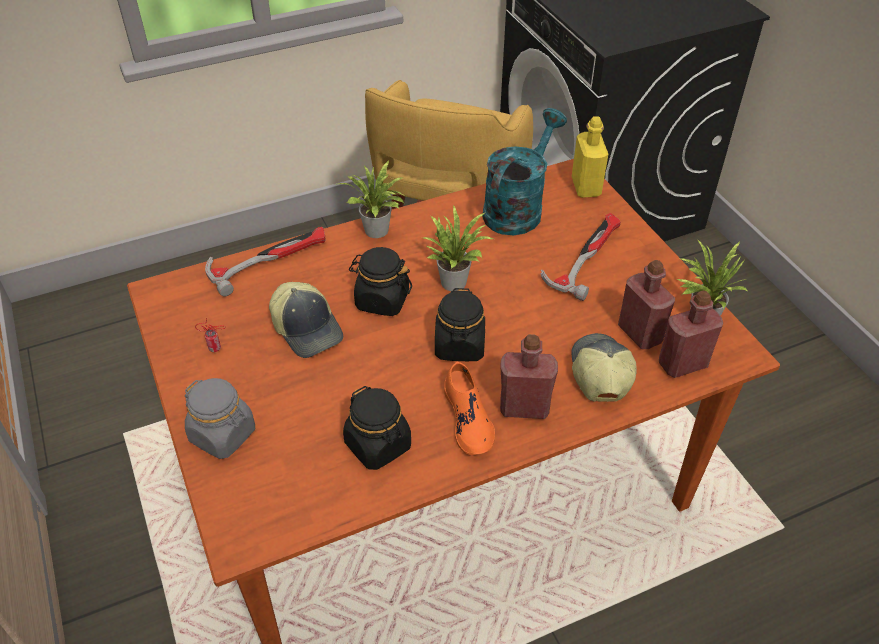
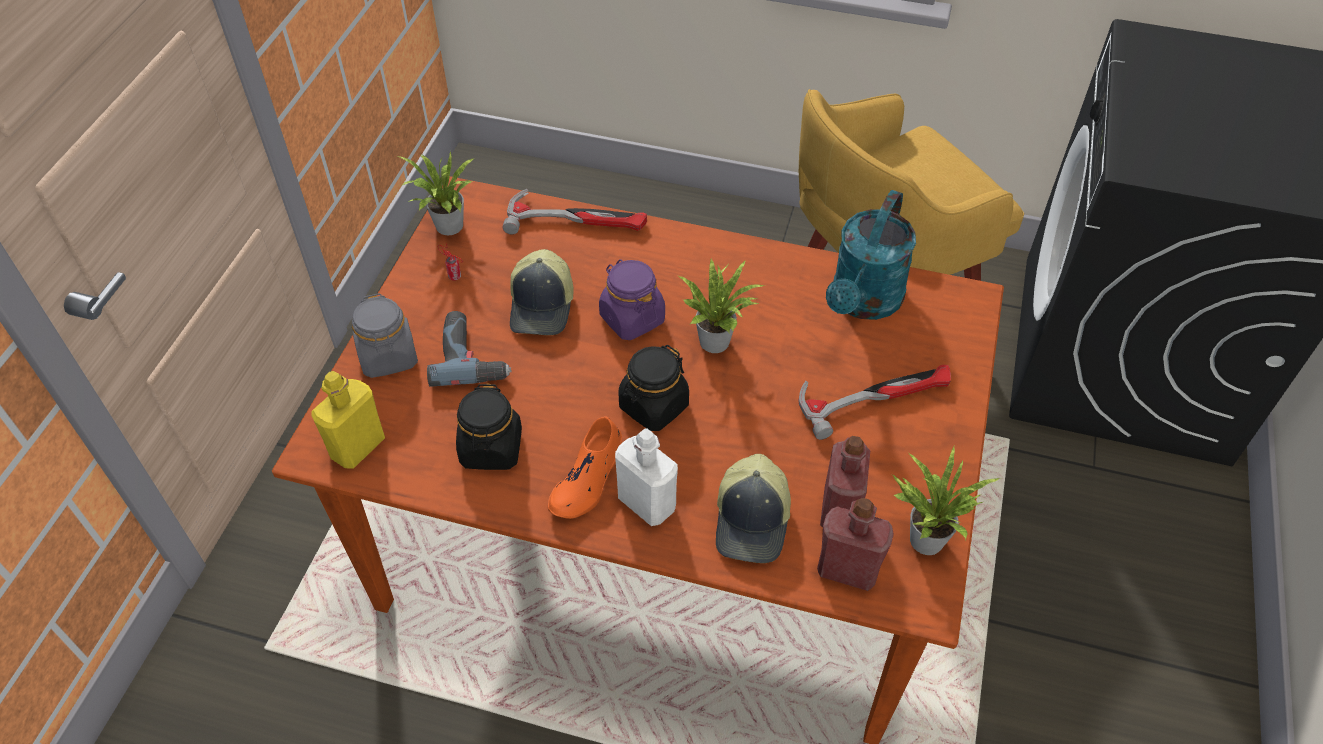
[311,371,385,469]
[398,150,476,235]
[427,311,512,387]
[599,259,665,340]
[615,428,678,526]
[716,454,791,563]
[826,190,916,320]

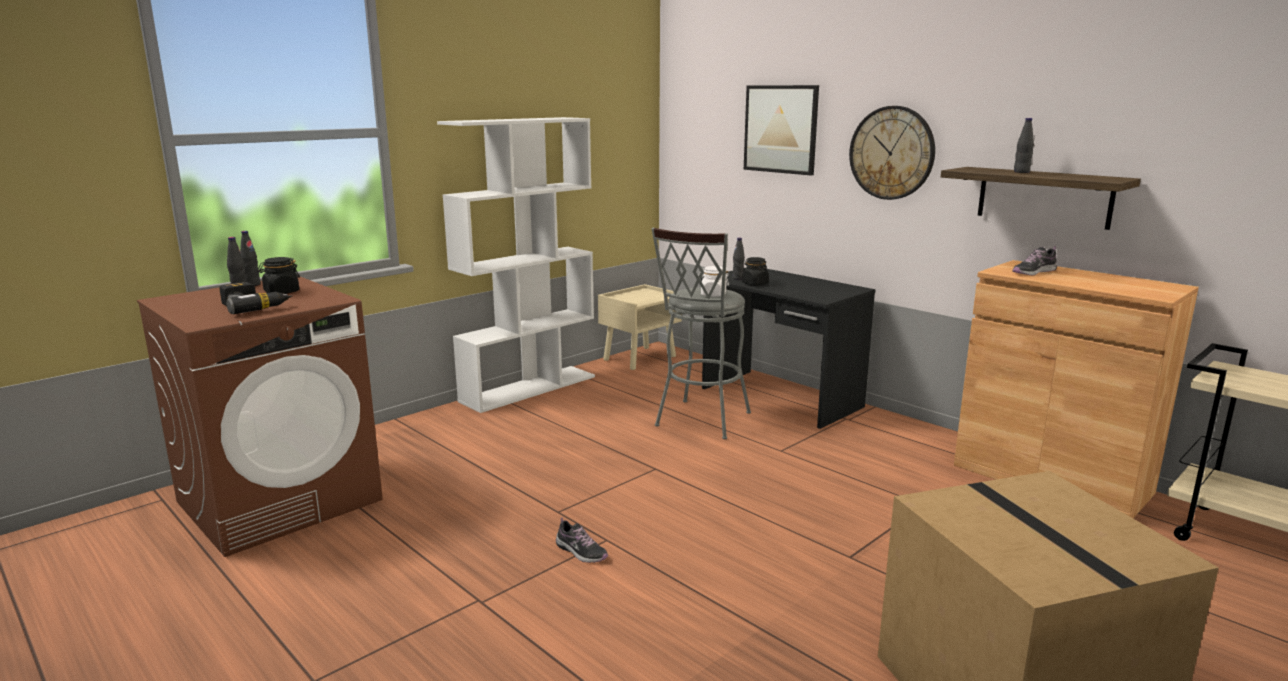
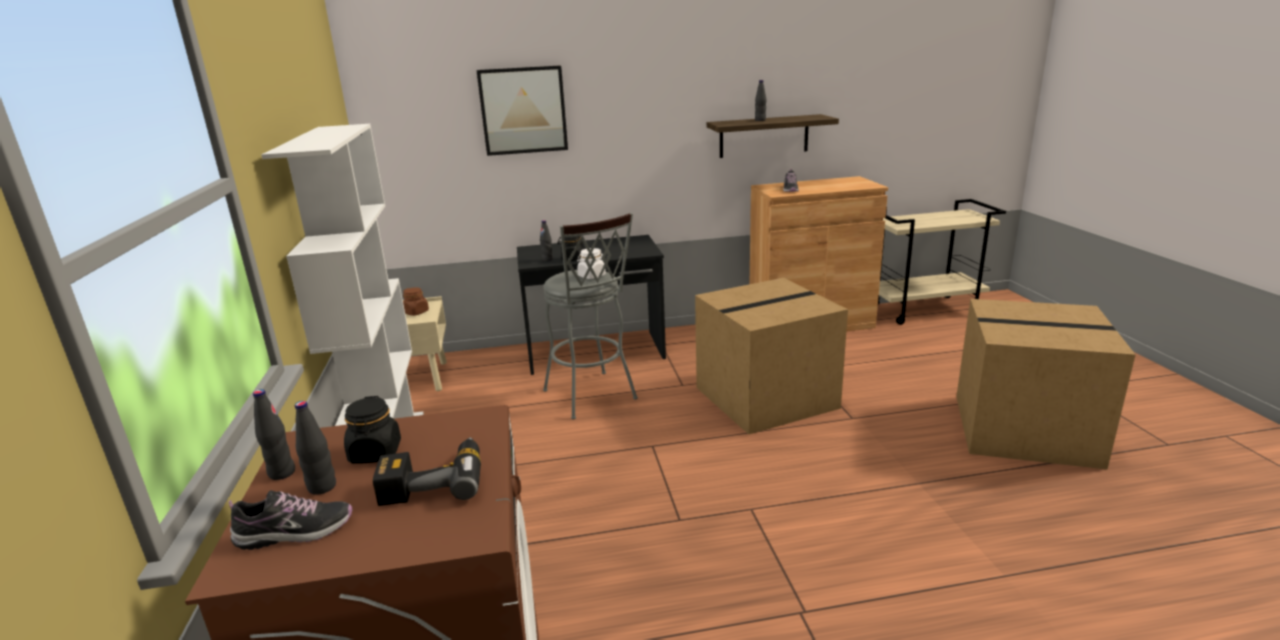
[228,490,352,550]
[403,287,429,316]
[695,278,848,434]
[849,106,935,200] (first image)

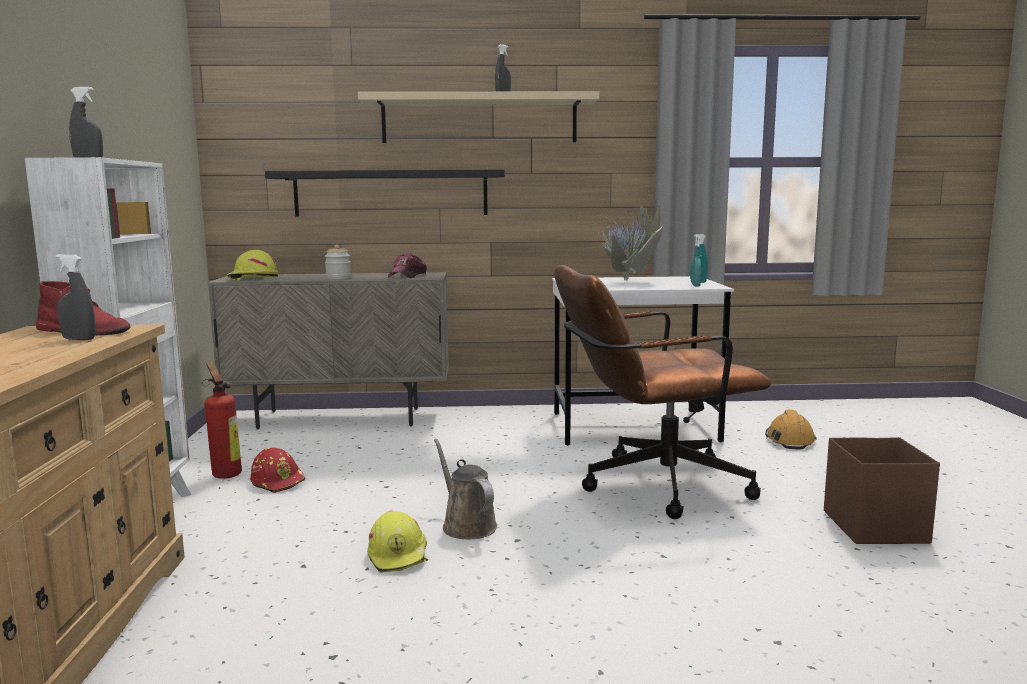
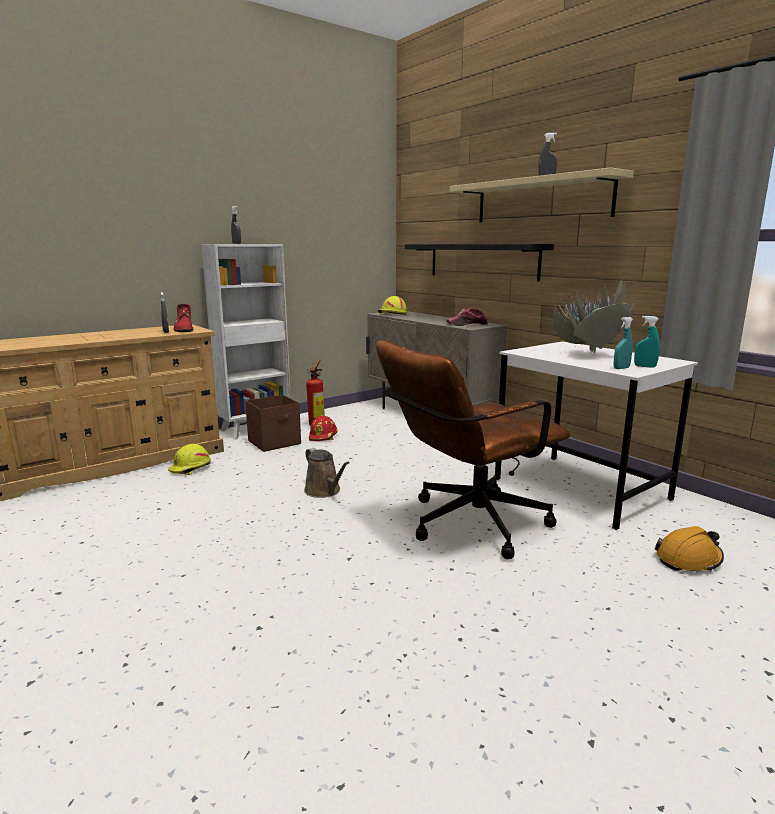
[168,444,211,475]
[245,395,301,452]
[304,448,349,498]
[376,340,570,560]
[325,244,351,279] (first image)

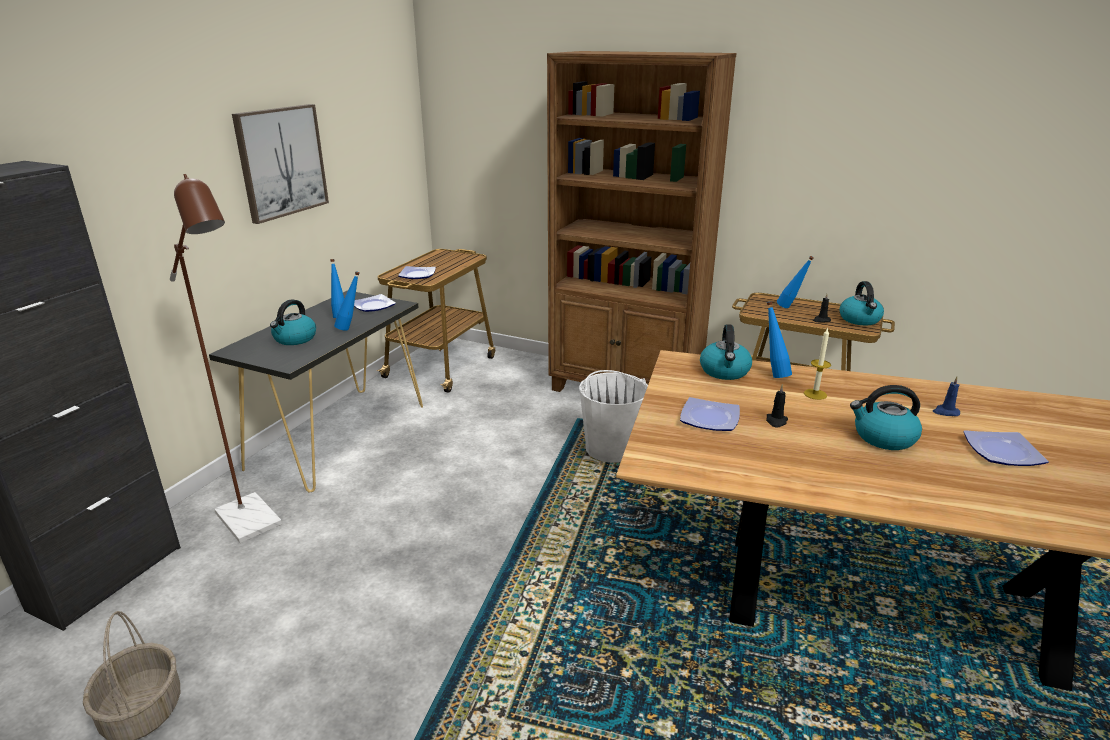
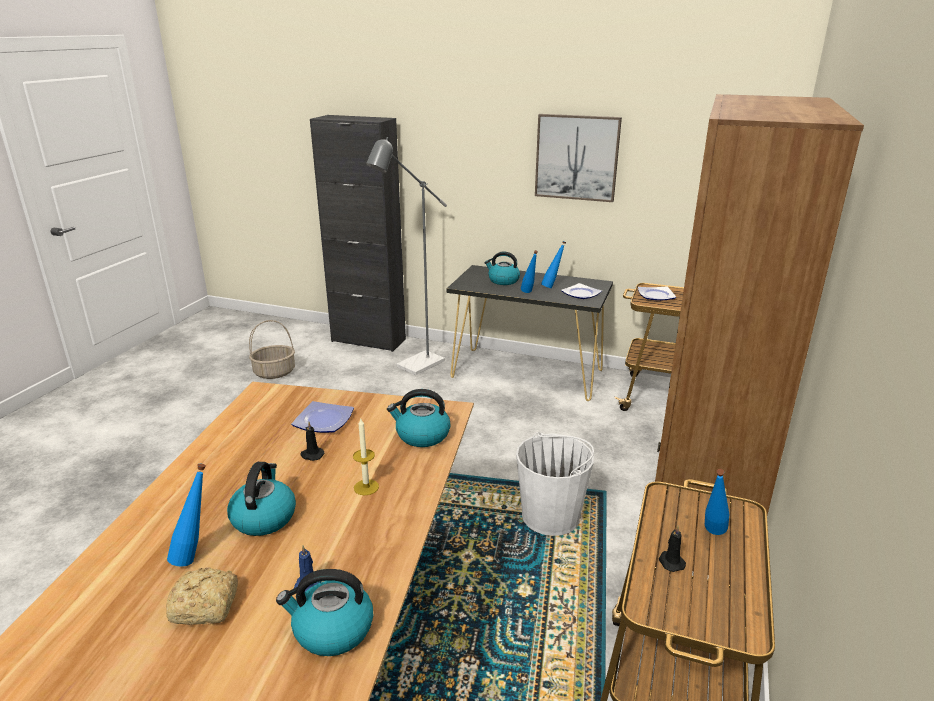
[166,567,238,625]
[167,464,206,567]
[276,569,373,656]
[366,137,447,375]

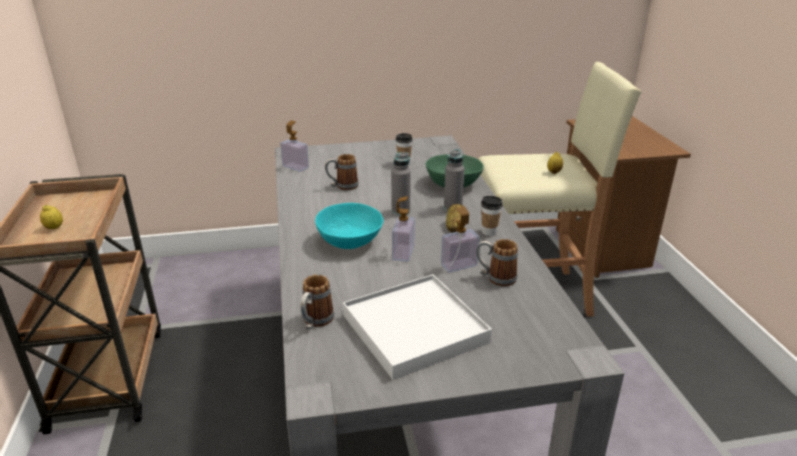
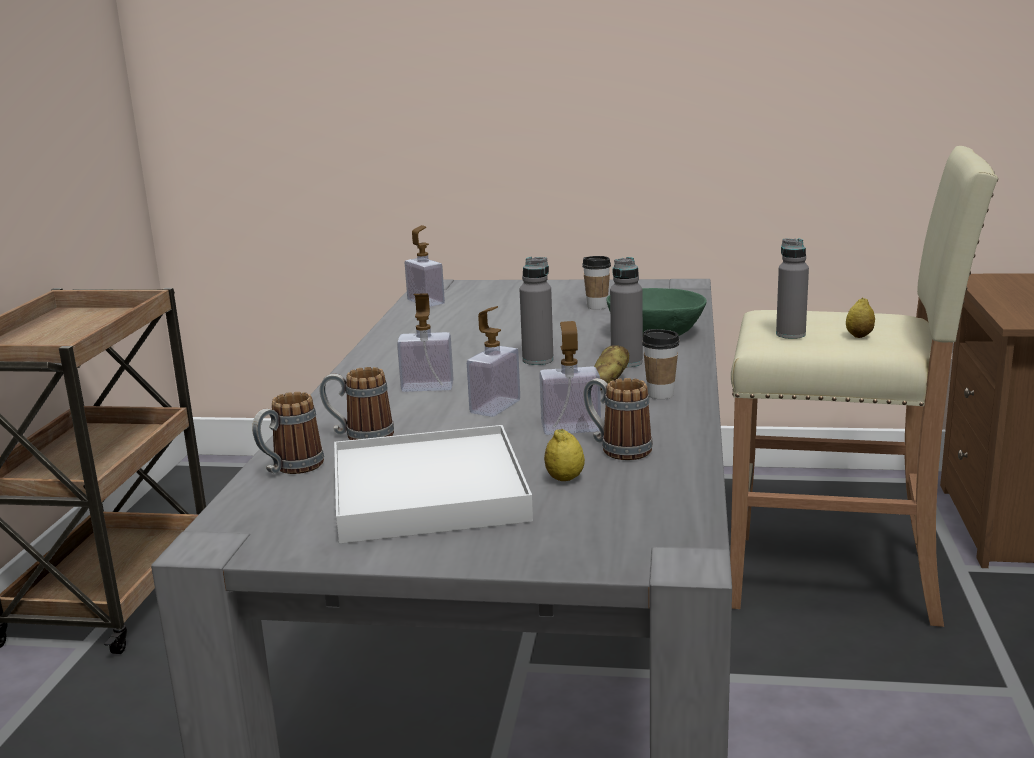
[320,367,394,440]
[397,293,454,392]
[544,429,585,481]
[776,239,809,339]

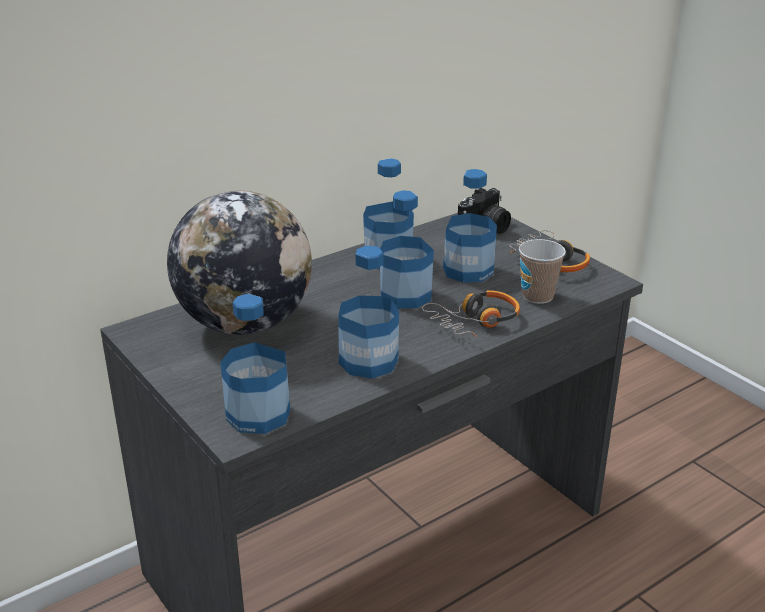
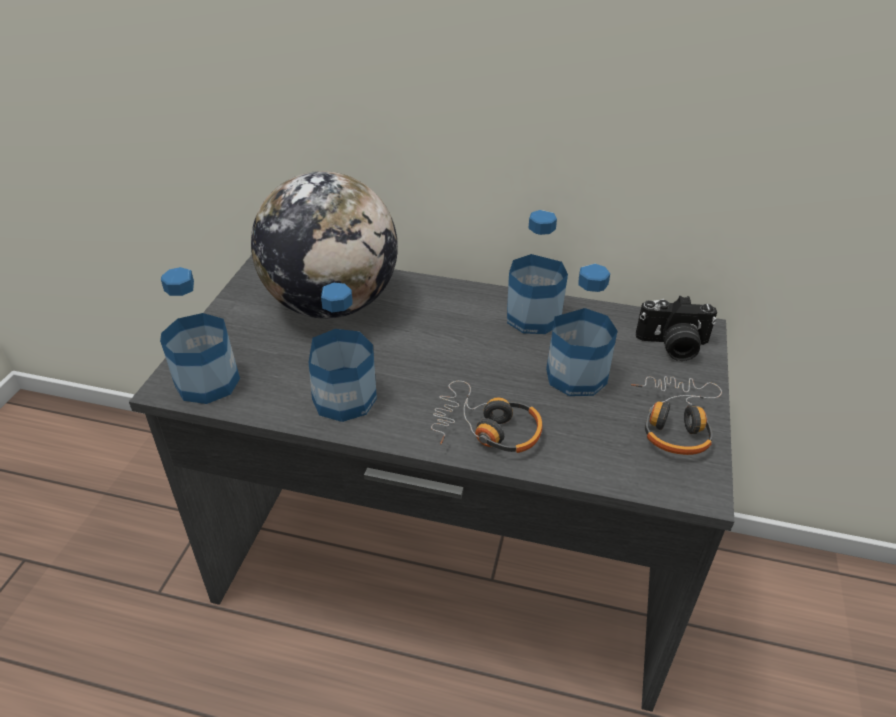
[380,190,434,308] (first image)
[519,239,566,304] (first image)

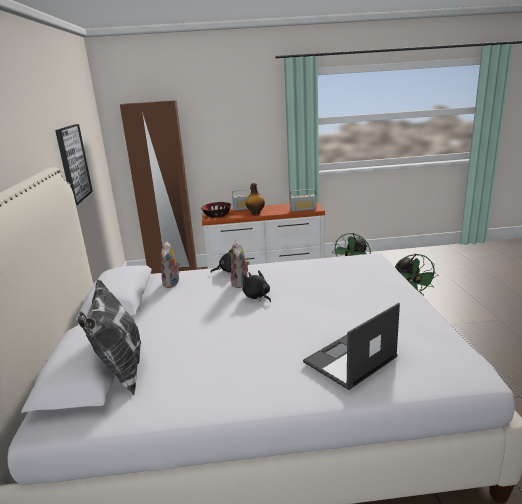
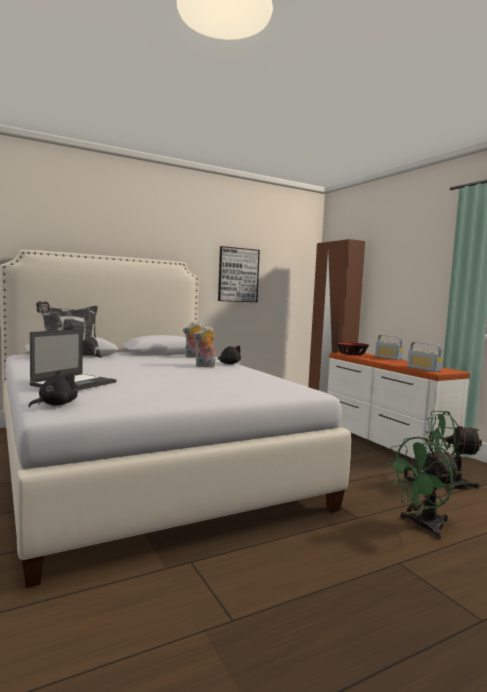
[28,370,78,408]
[30,329,116,390]
[246,183,265,214] (first image)

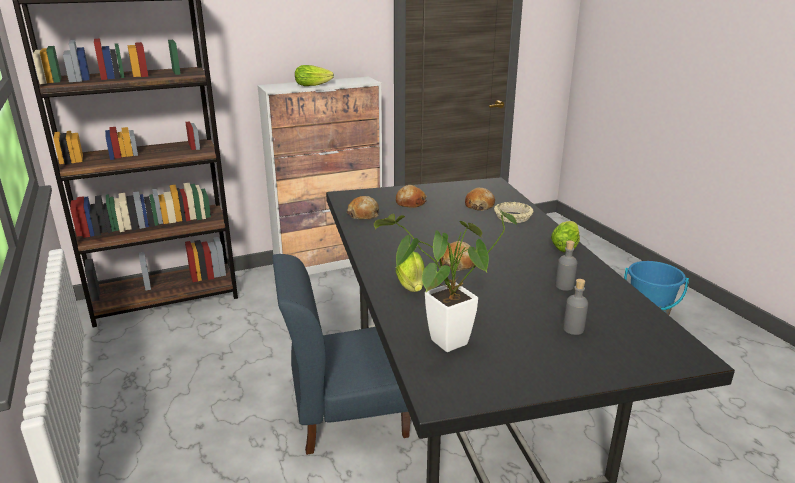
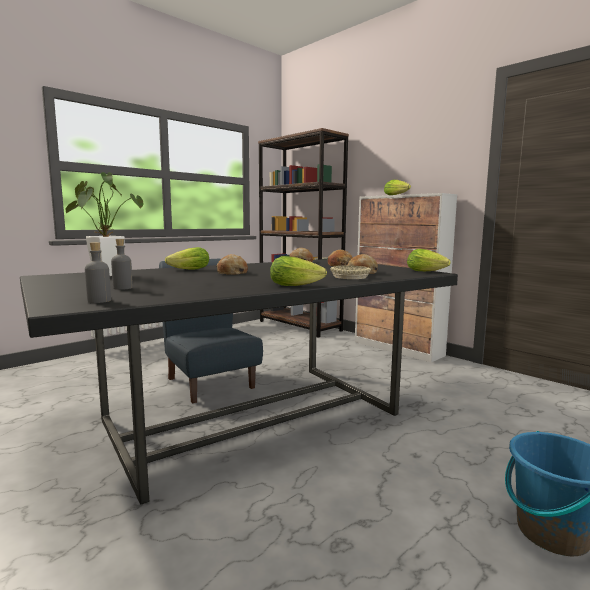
[85,242,111,303]
[407,249,451,271]

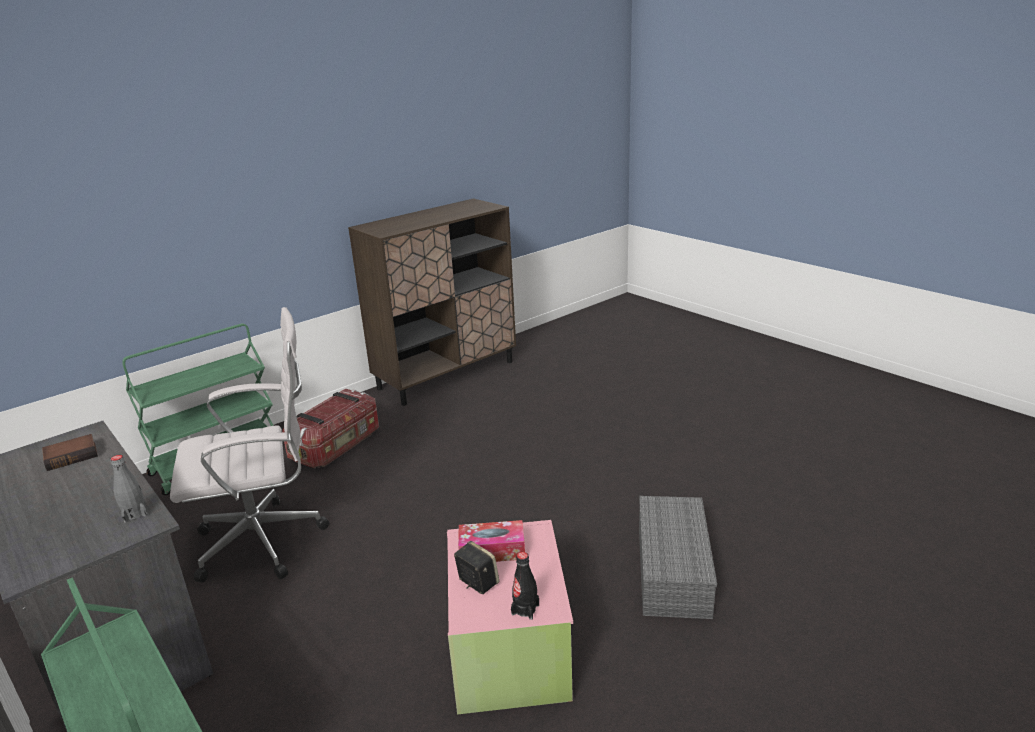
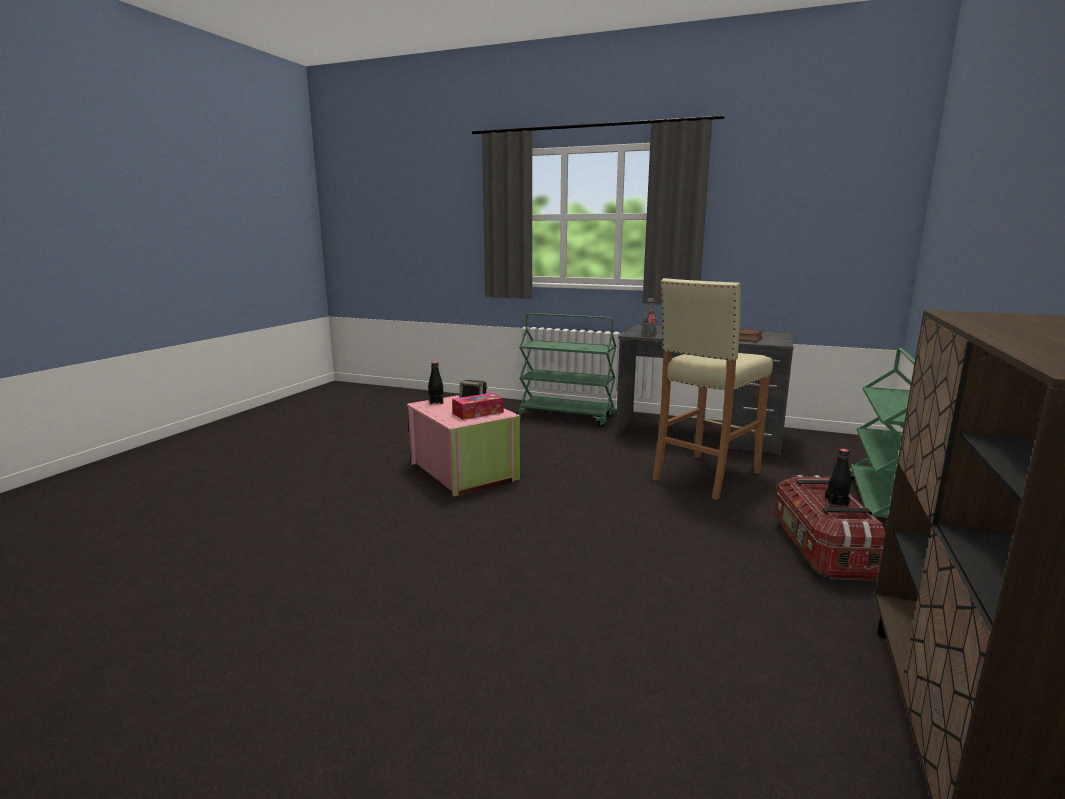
[652,278,773,500]
[825,449,851,507]
[639,496,717,619] (first image)

